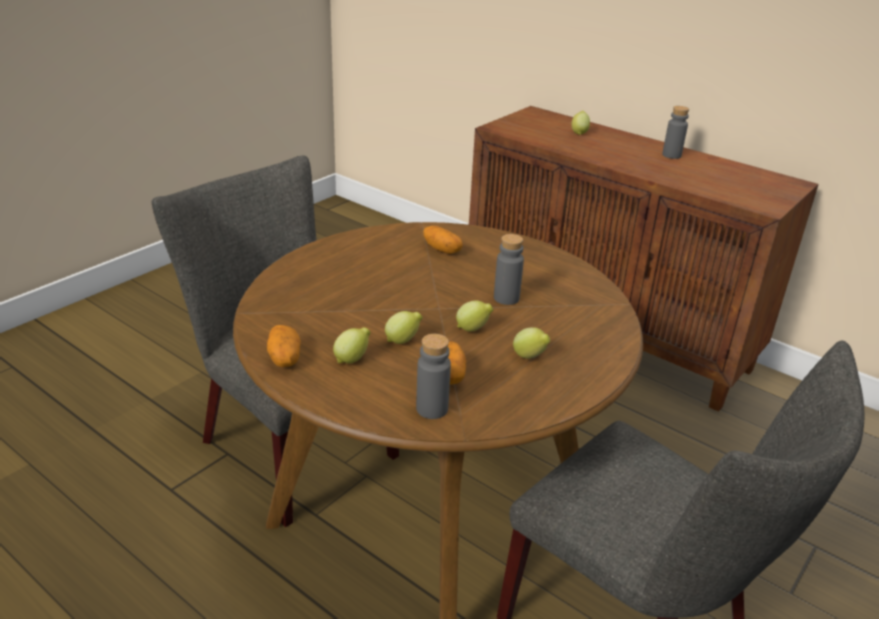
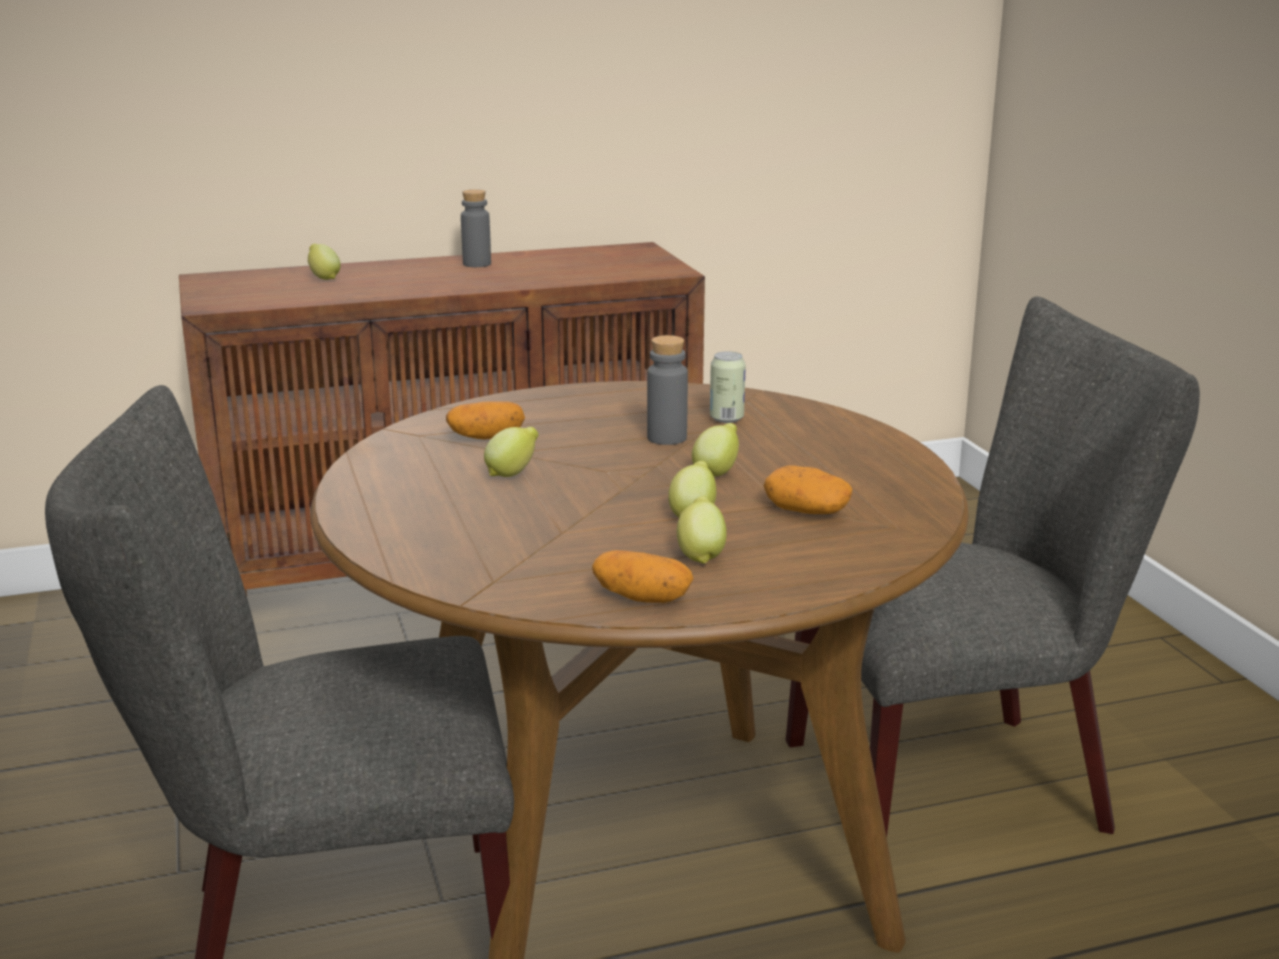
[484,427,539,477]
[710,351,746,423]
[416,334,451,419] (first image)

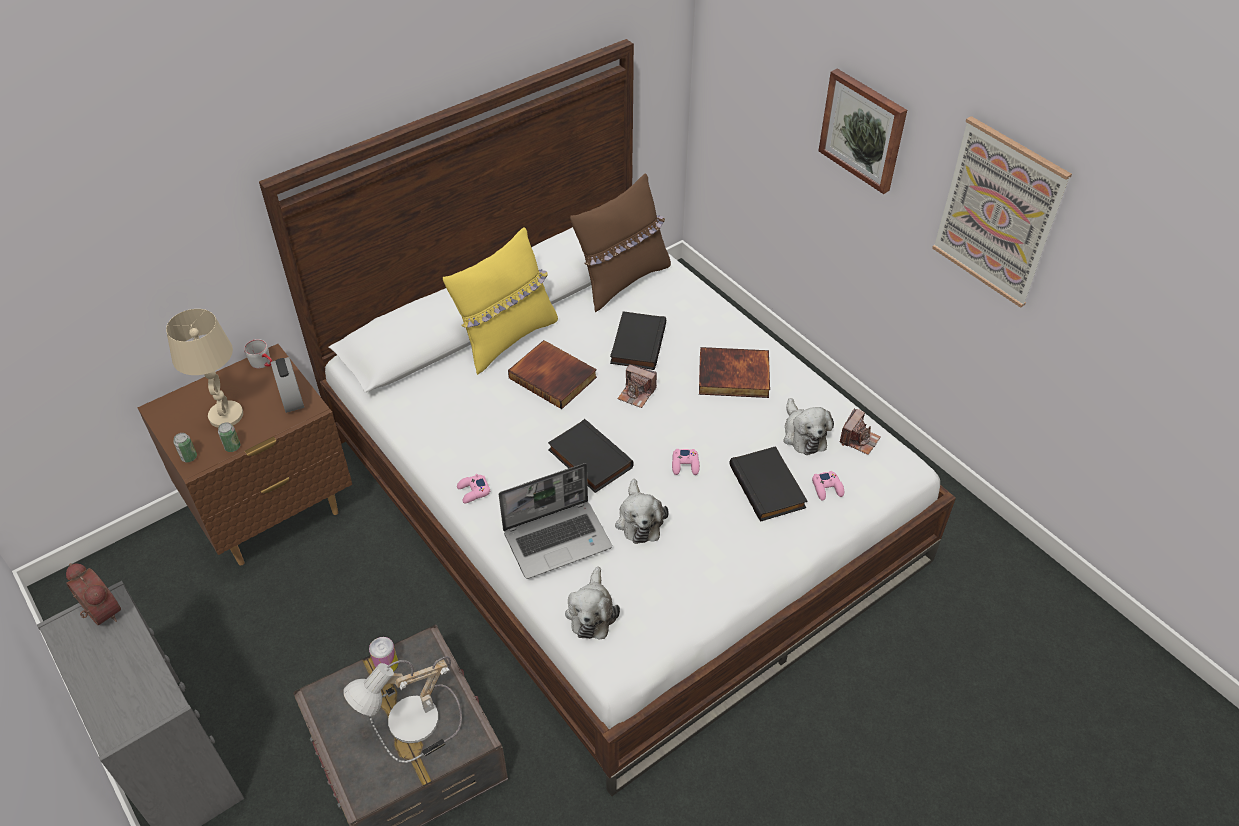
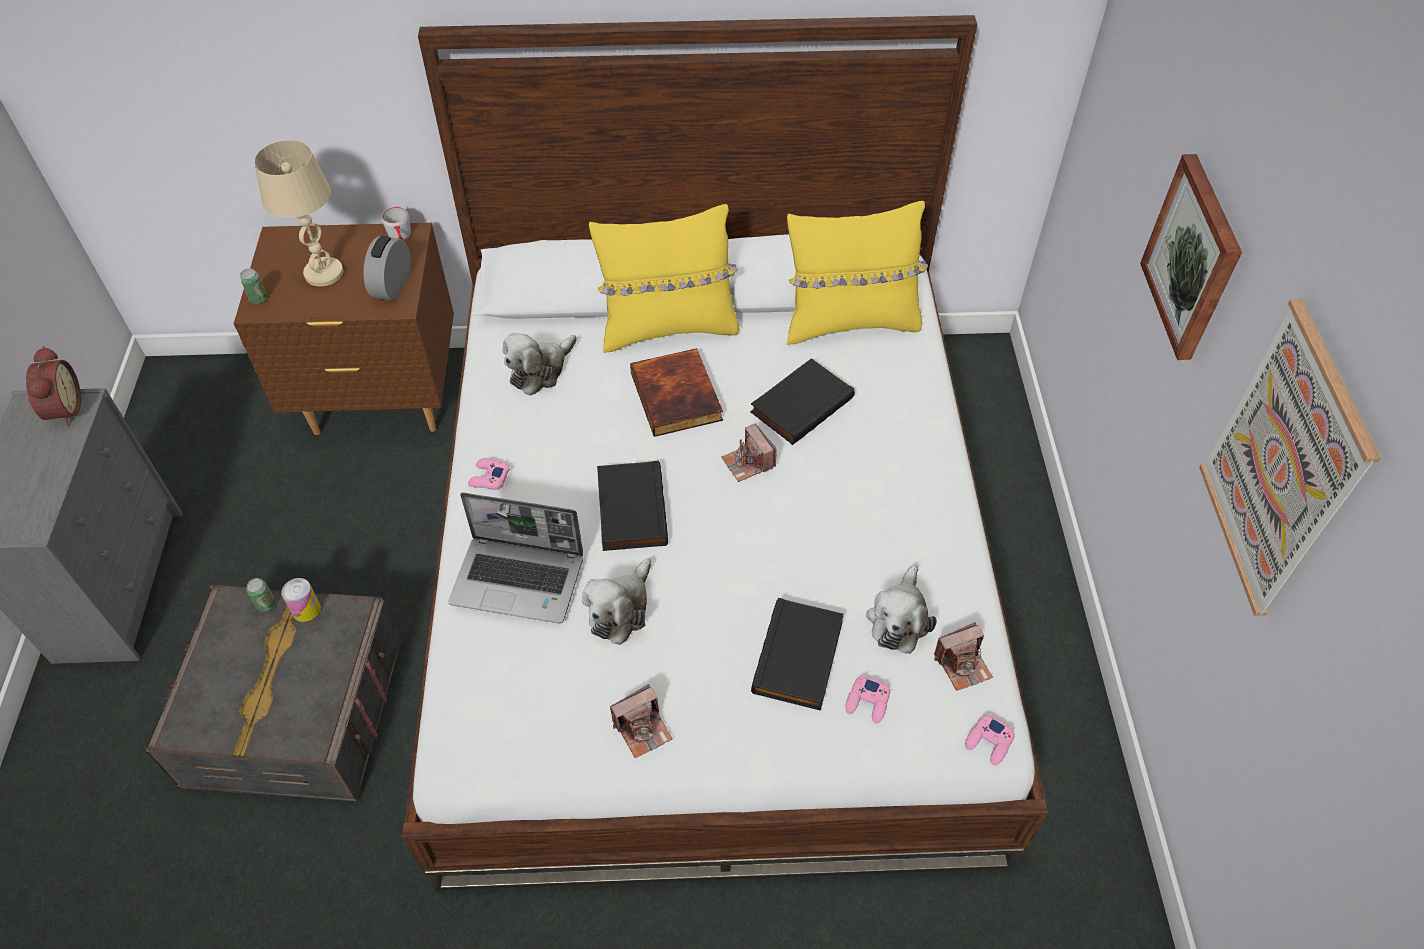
[246,578,275,611]
[502,333,577,396]
[610,684,673,758]
[787,201,928,345]
[965,714,1015,765]
[343,656,462,763] (first image)
[699,347,770,398] (first image)

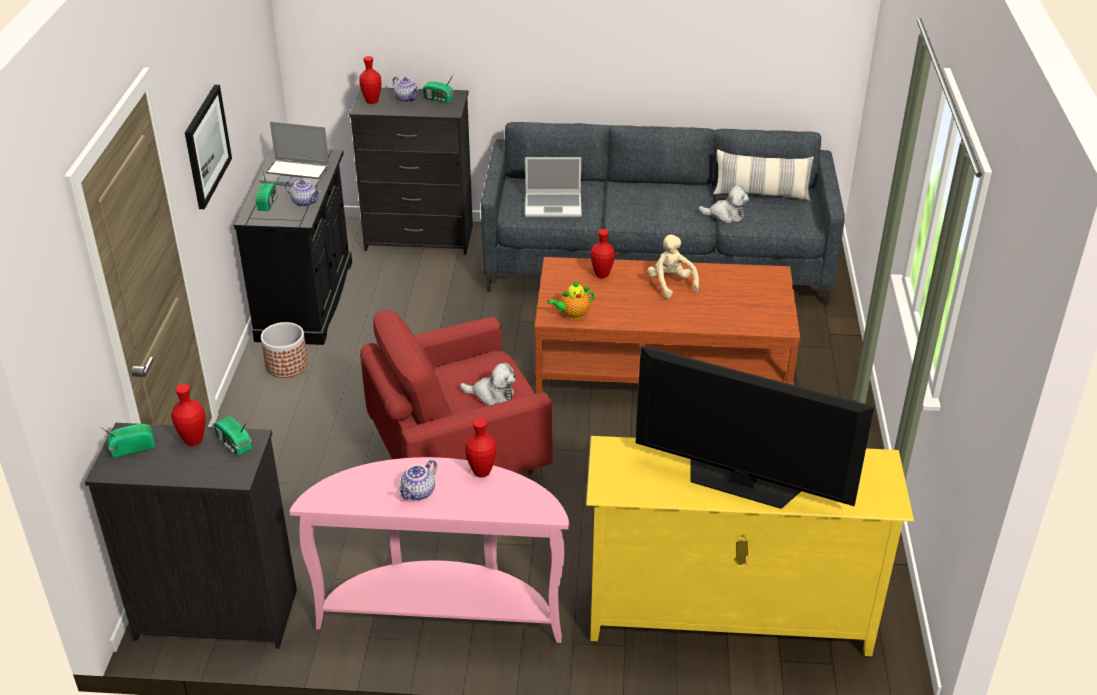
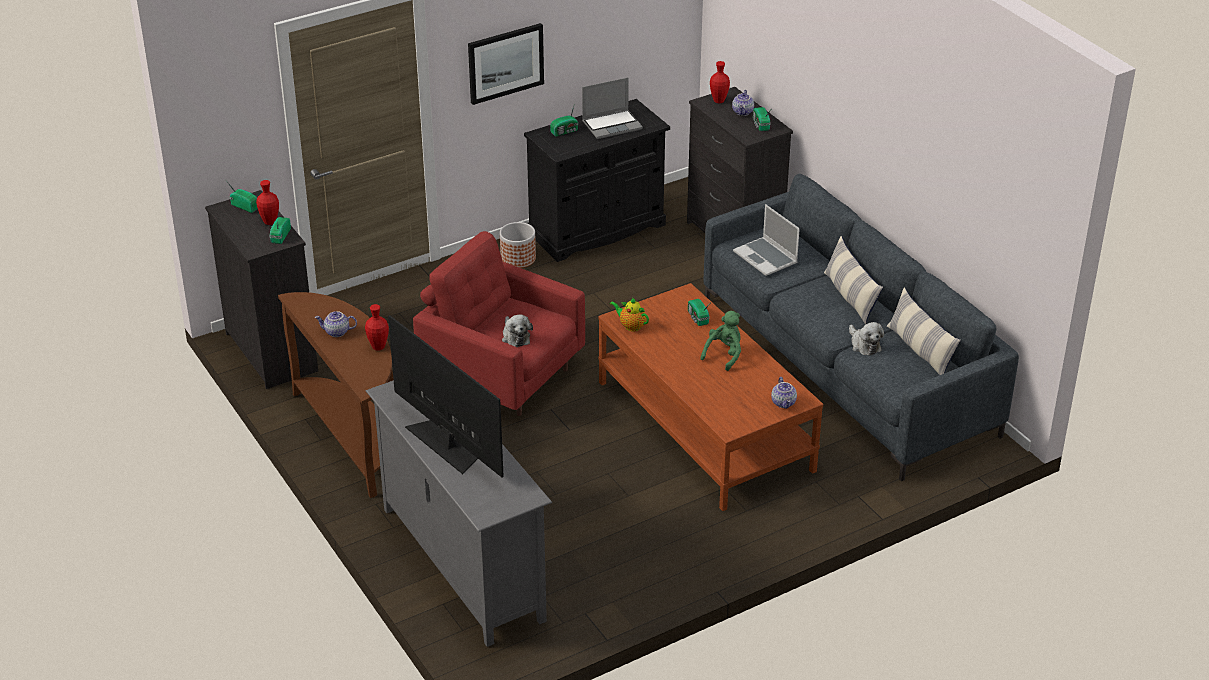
[278,292,394,498]
[366,380,552,647]
[388,315,504,477]
[582,77,643,139]
[688,299,710,326]
[701,311,741,371]
[771,377,797,409]
[824,236,883,324]

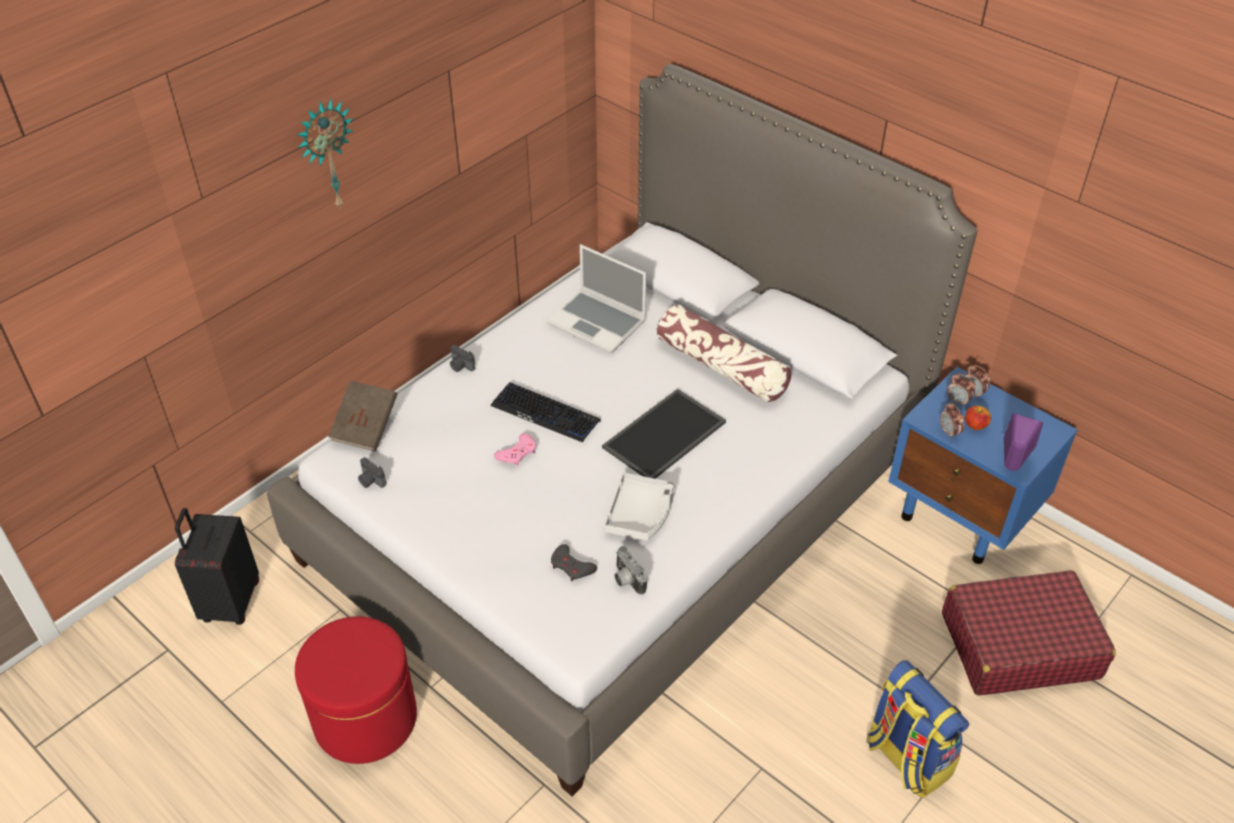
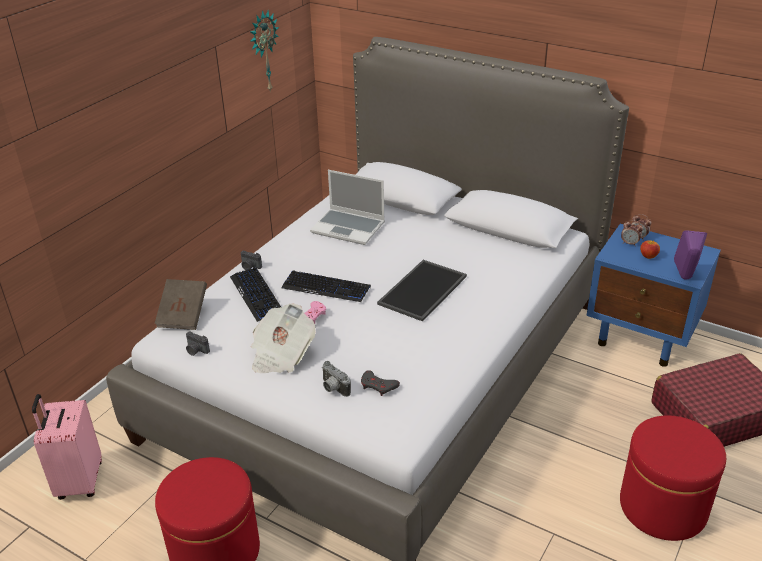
[32,394,102,500]
[230,267,281,322]
[250,10,279,93]
[251,303,316,373]
[322,361,351,397]
[620,415,726,541]
[604,473,676,541] (first image)
[657,305,791,402] (first image)
[940,402,965,439] (first image)

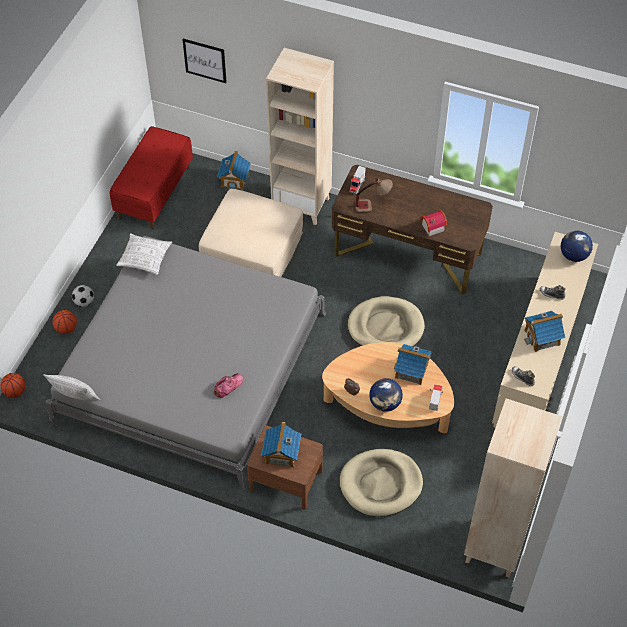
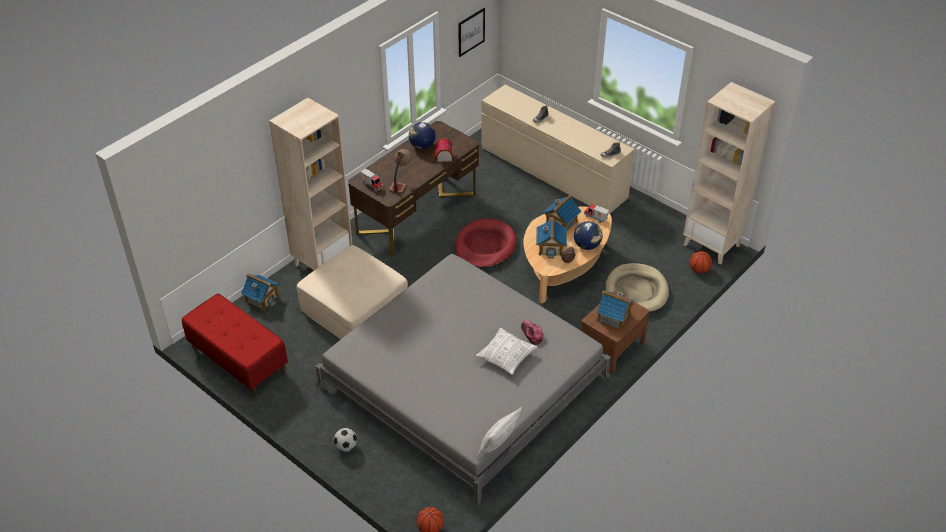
[409,122,436,149]
[455,219,517,269]
[458,8,485,57]
[475,328,538,375]
[536,217,567,258]
[690,251,712,273]

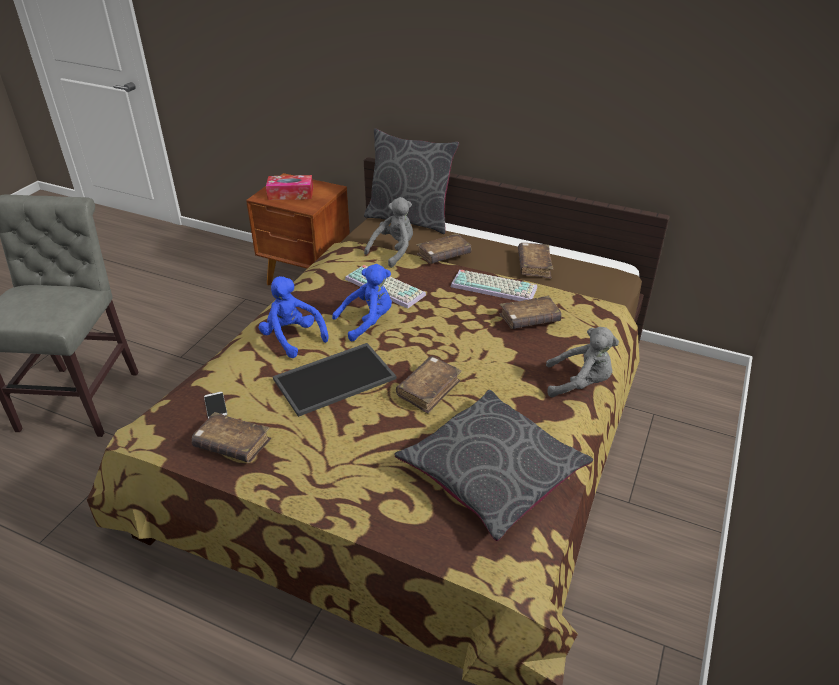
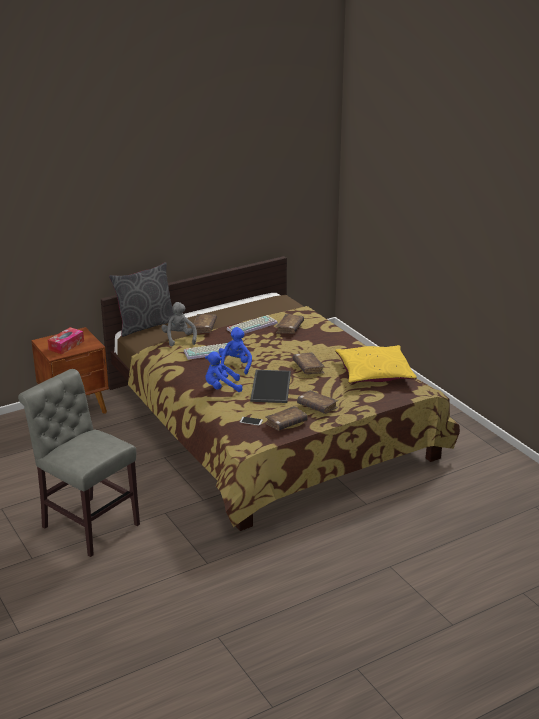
[297,390,338,414]
[335,345,417,383]
[546,327,619,397] (first image)

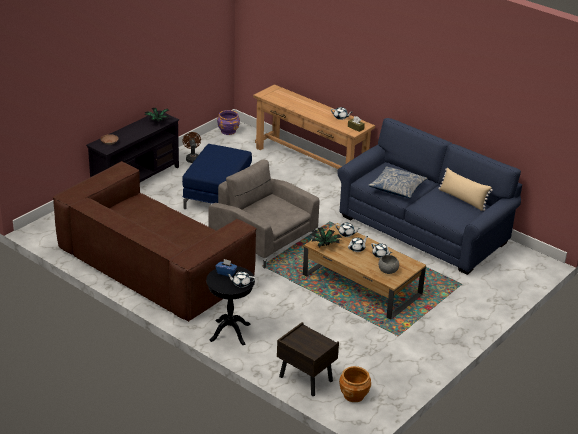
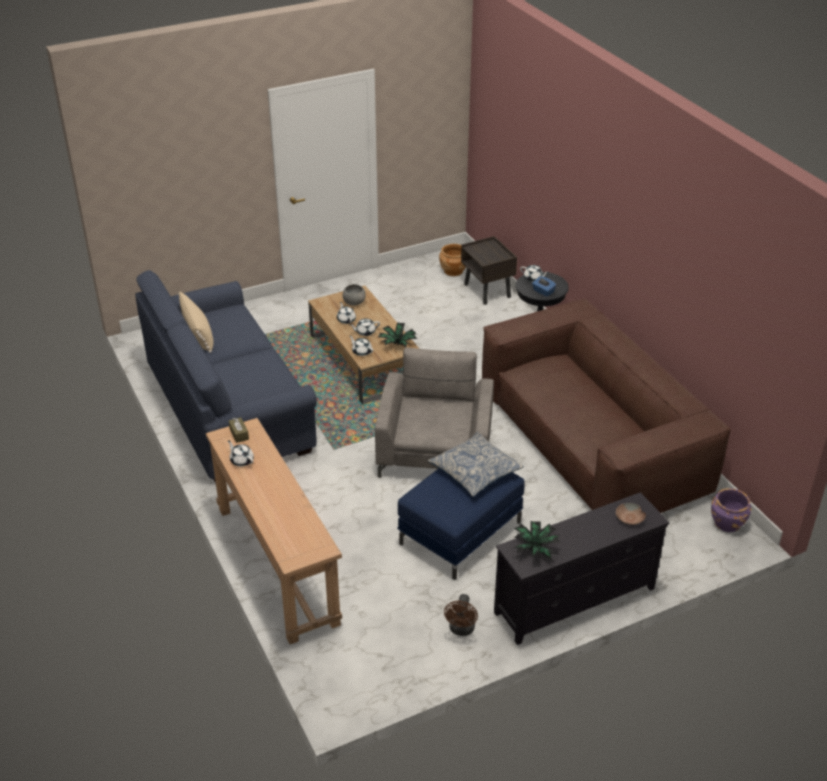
[375,348,494,478]
[427,432,524,497]
[711,488,751,532]

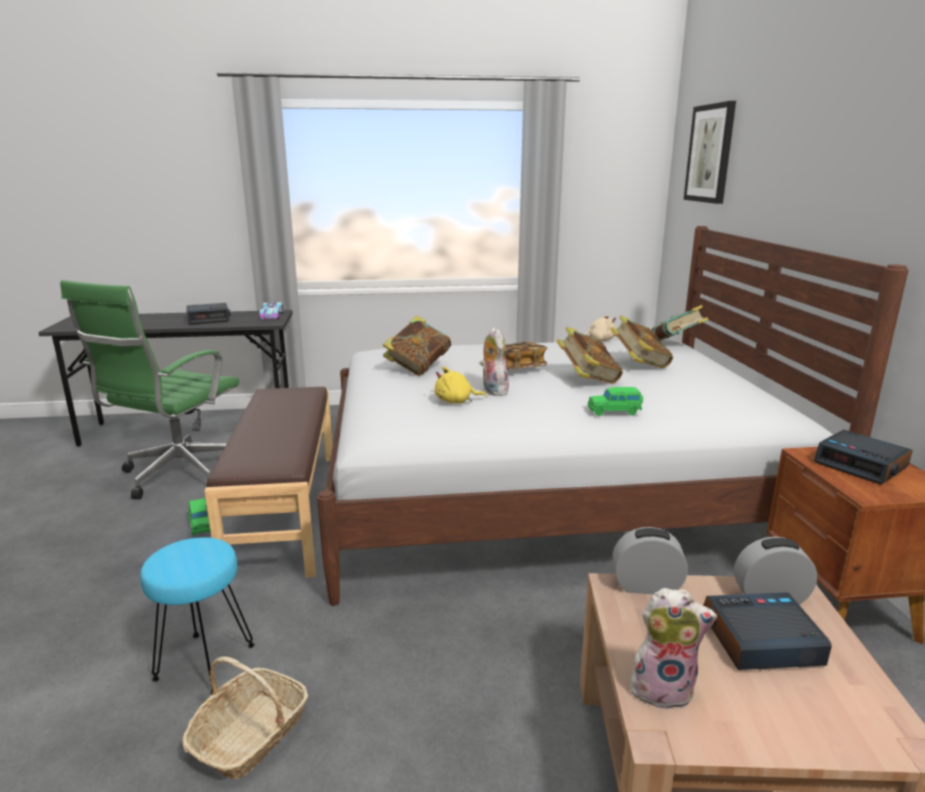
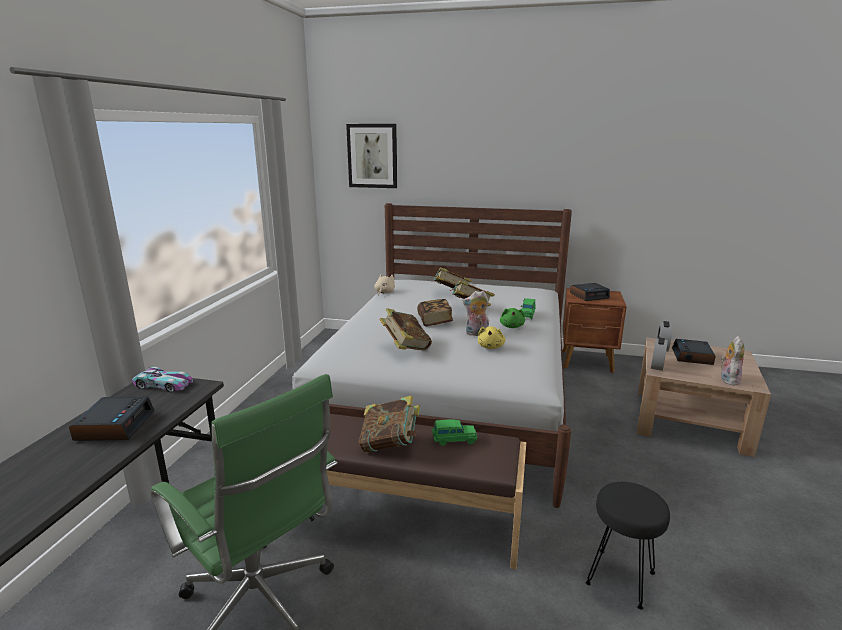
[359,395,420,453]
[432,419,477,446]
[500,308,525,328]
[586,482,670,609]
[182,656,308,779] (first image)

